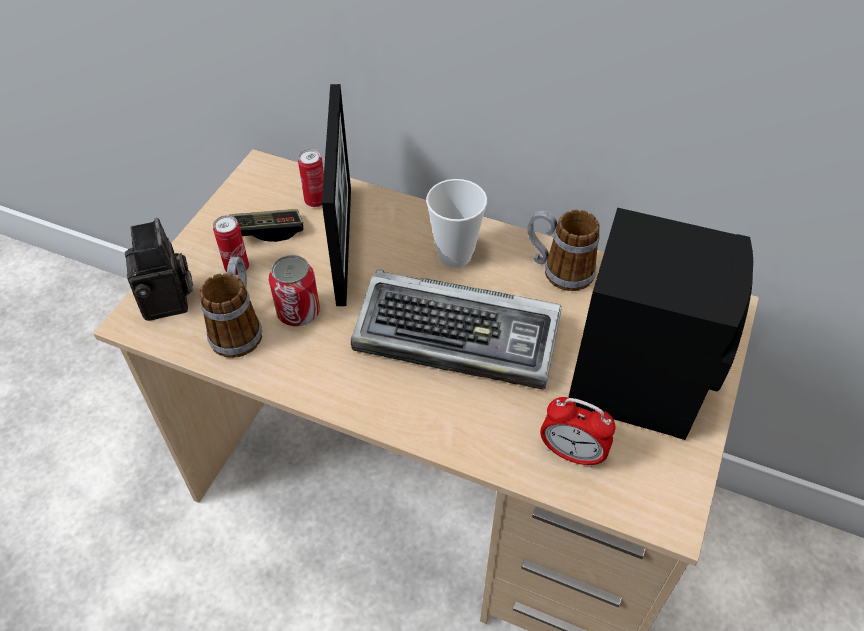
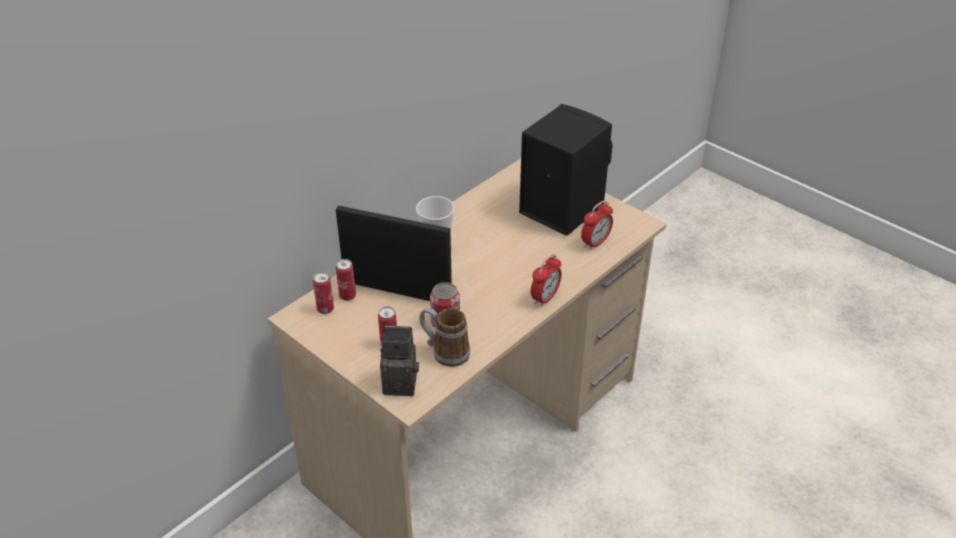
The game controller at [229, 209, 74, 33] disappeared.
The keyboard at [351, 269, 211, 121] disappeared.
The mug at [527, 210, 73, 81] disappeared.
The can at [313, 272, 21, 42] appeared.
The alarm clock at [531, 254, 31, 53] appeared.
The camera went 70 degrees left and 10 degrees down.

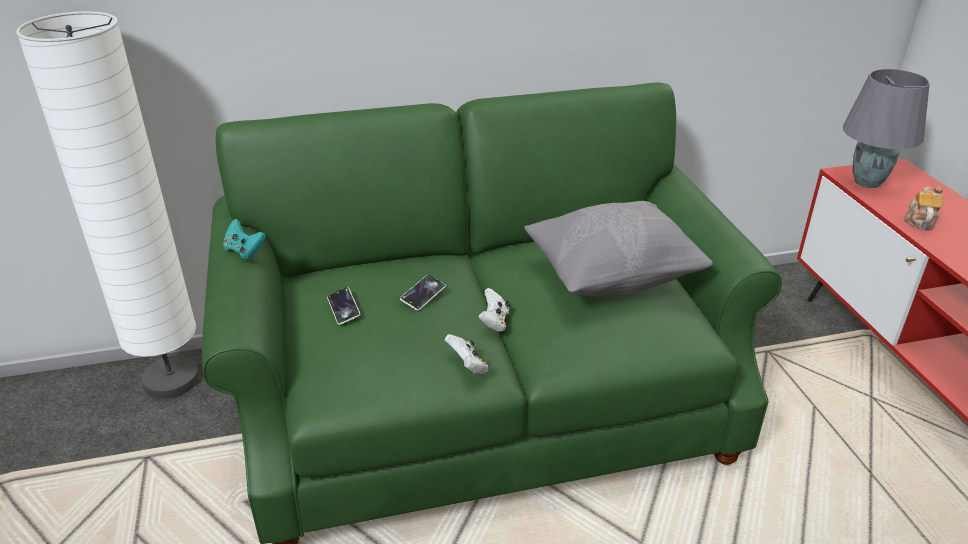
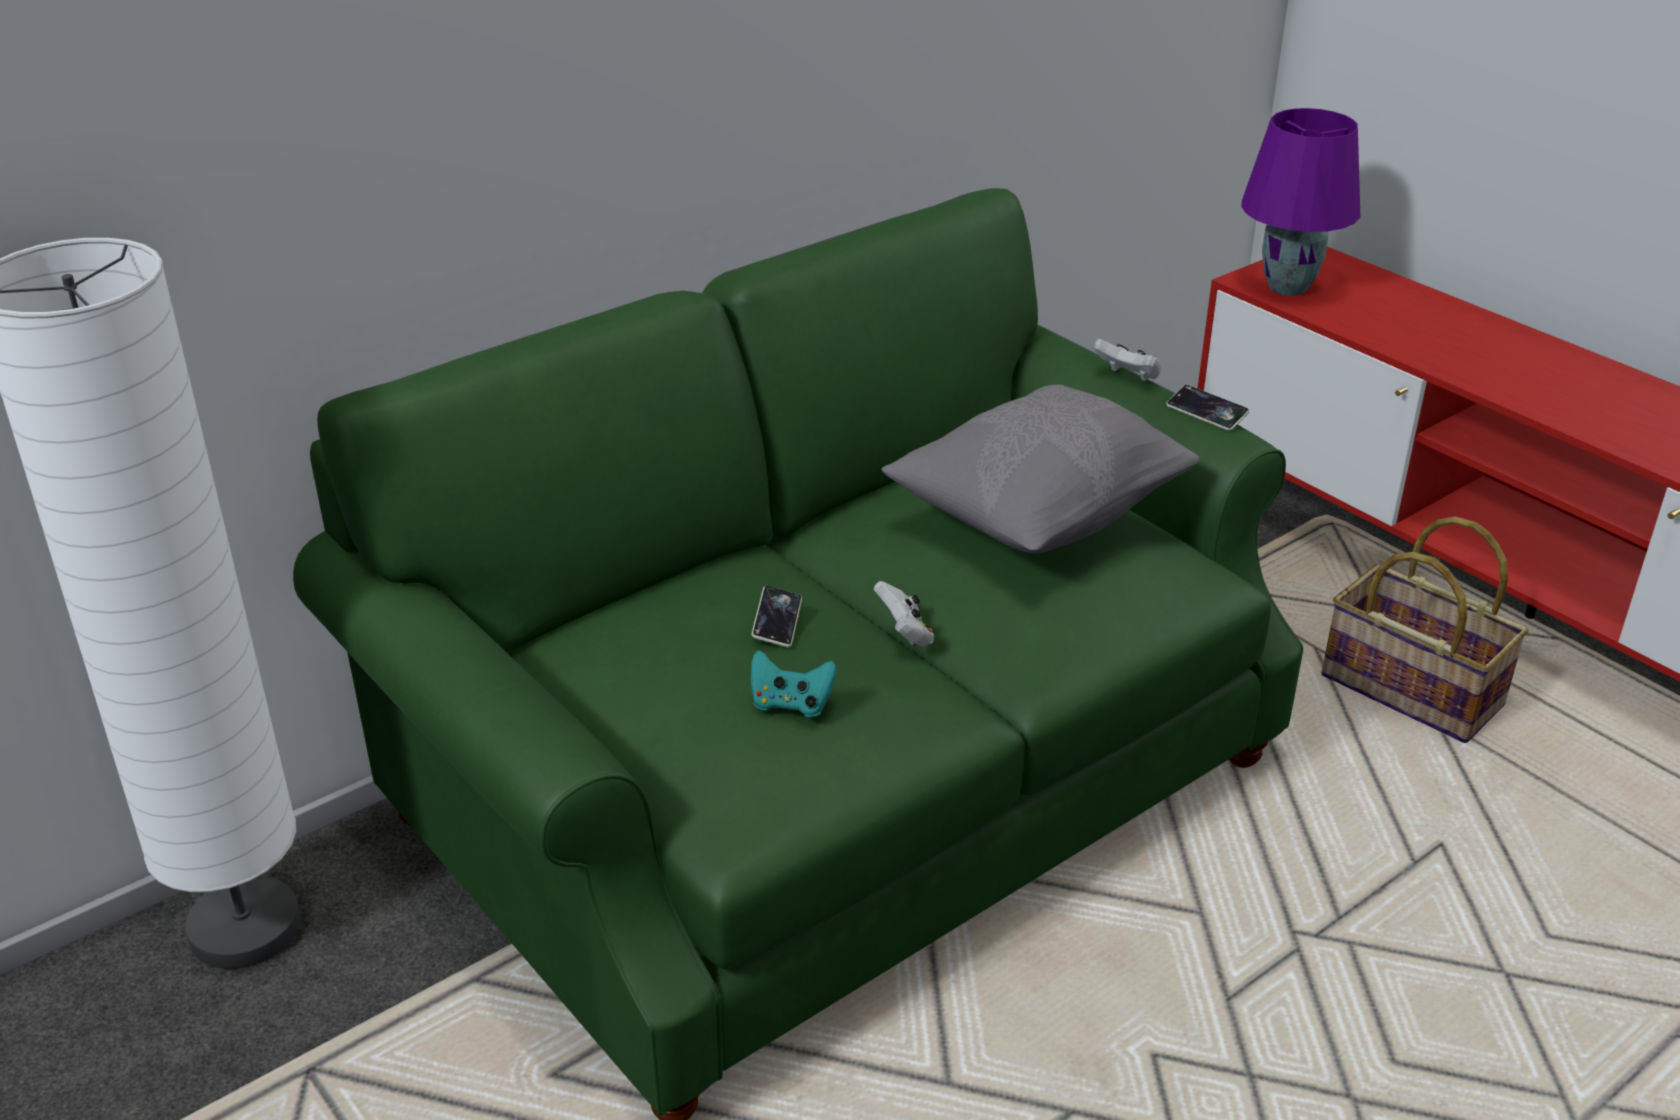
The teapot at [904, 186, 39, 44] disappeared.
The basket at [1321, 517, 208, 226] appeared.
The turquoise game controller moved from [223, 219, 43, 40] to [751, 650, 86, 67].
The phone moved from [327, 287, 34, 38] to [1166, 385, 83, 46].
The white game controller moved from [445, 334, 43, 40] to [1093, 339, 69, 42].
The grey table lamp at [843, 69, 87, 119] became the purple table lamp at [1241, 108, 119, 188].
The camera went 25 degrees left and 0 degrees up.

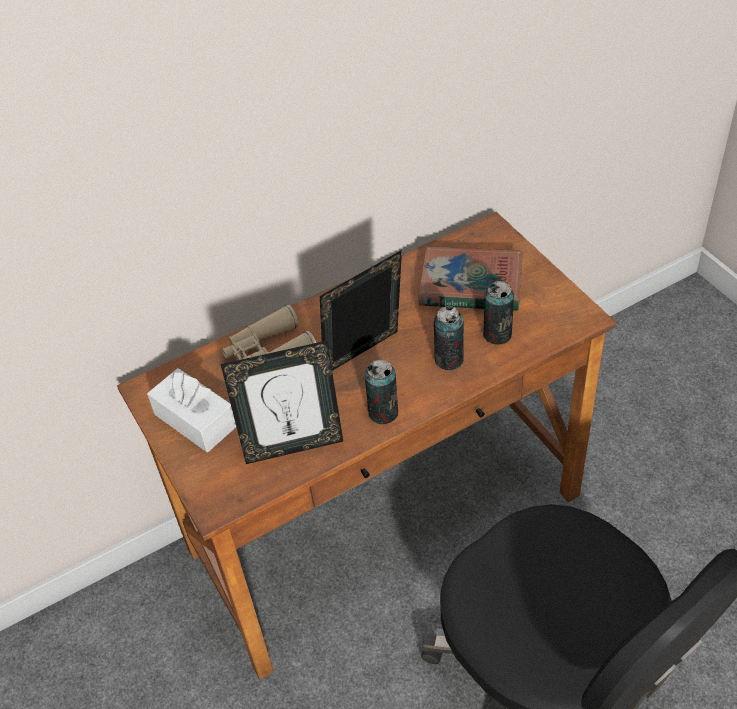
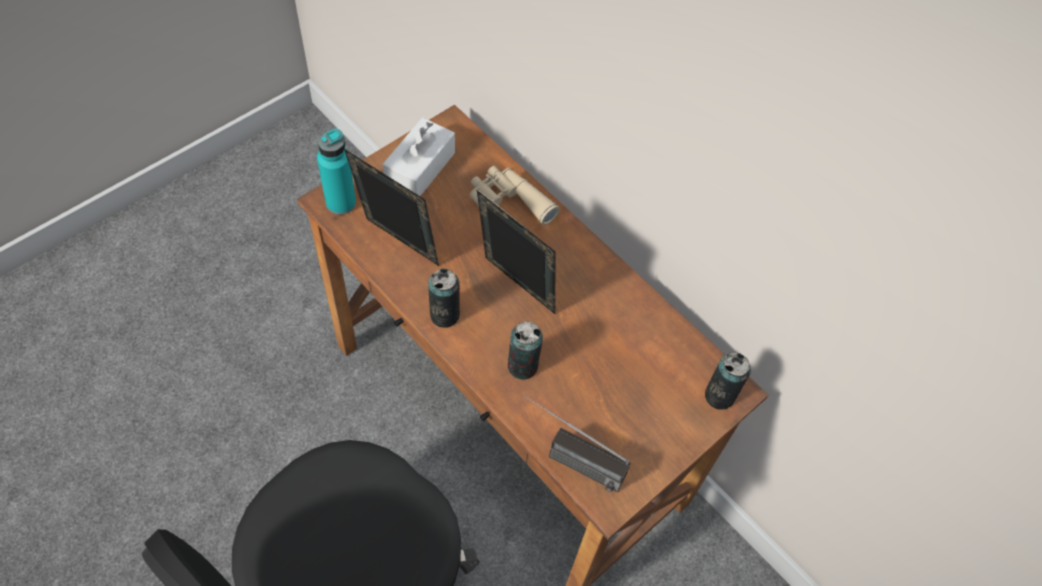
The book at [418, 246, 105, 65] disappeared.
The turquoise bottle at [317, 128, 39, 87] appeared.
The radio at [523, 395, 108, 97] appeared.
The can moved from [483, 281, 31, 64] to [705, 353, 46, 57].
The picture frame at [221, 341, 122, 123] turned 150 degrees clockwise.
The camera went 70 degrees right and 10 degrees up.

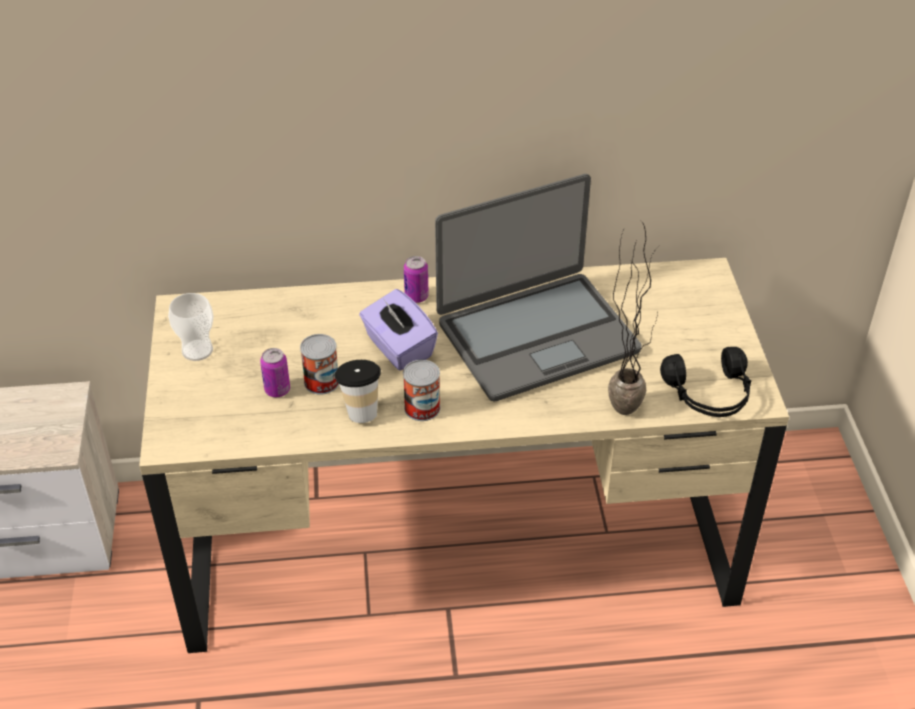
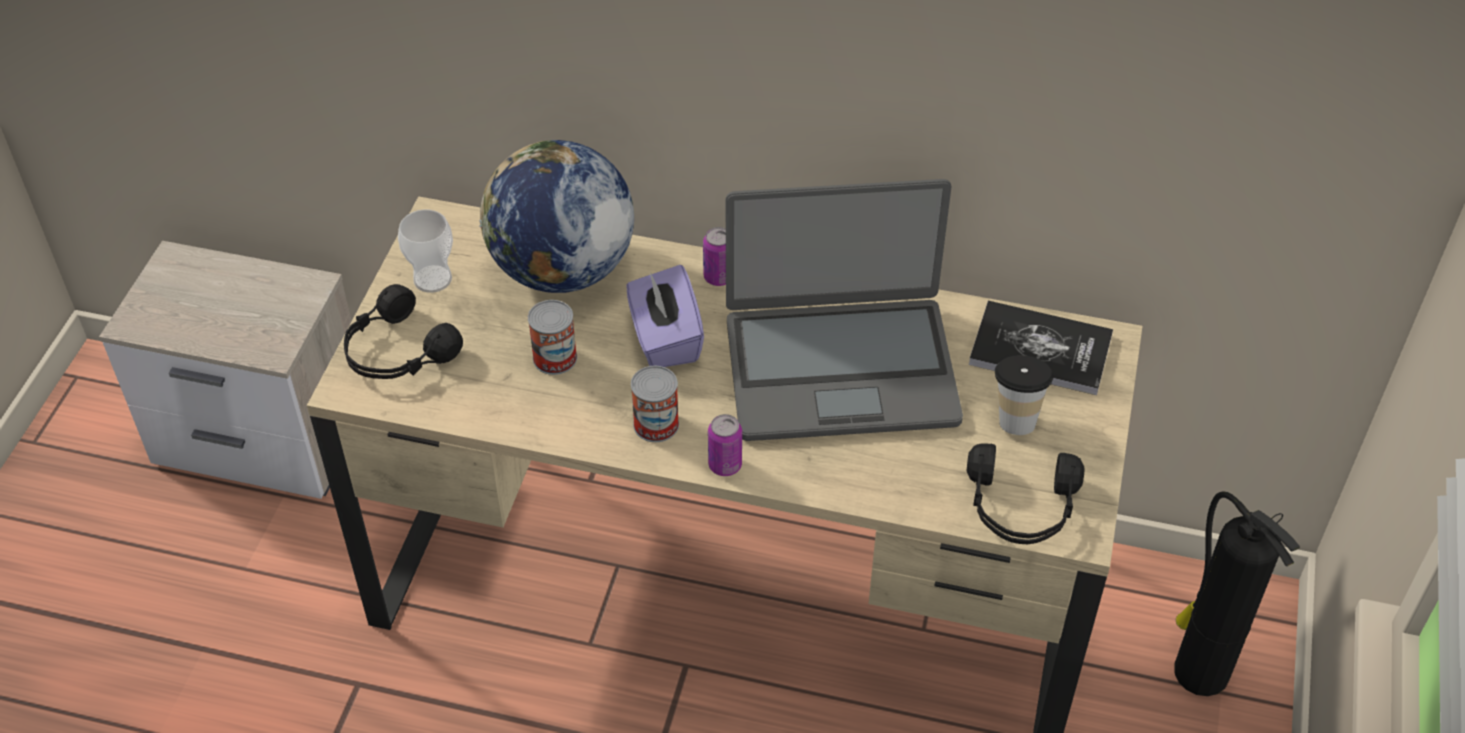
The potted plant at [608, 219, 52, 196] disappeared.
The black headphones at [344, 284, 119, 95] appeared.
The globe at [479, 140, 155, 153] appeared.
The book at [969, 301, 144, 94] appeared.
The fire extinguisher at [1174, 491, 126, 205] appeared.
The can moved from [260, 348, 30, 49] to [708, 414, 34, 62].
The cup moved from [335, 360, 46, 63] to [995, 355, 58, 80].
The camera went 20 degrees right and 5 degrees up.

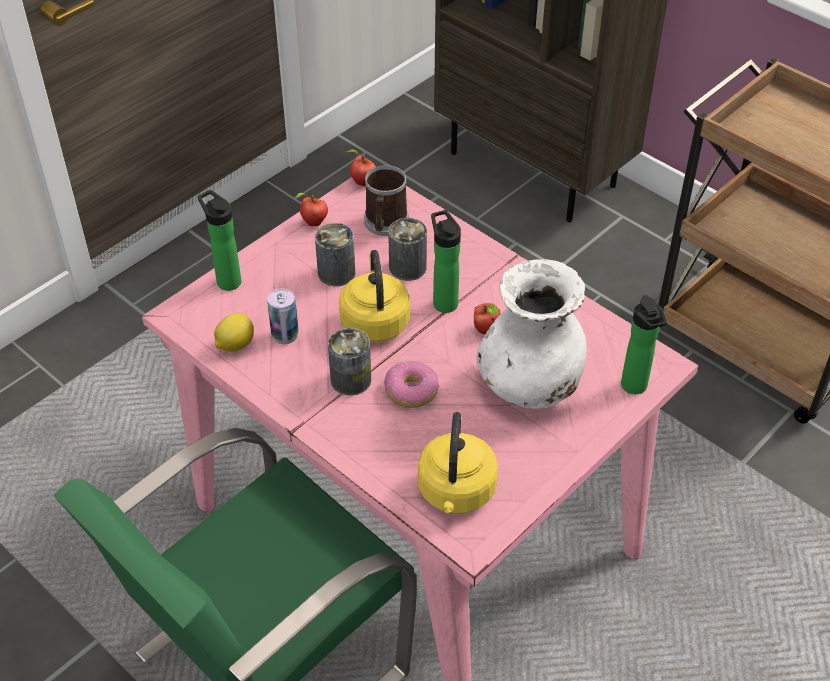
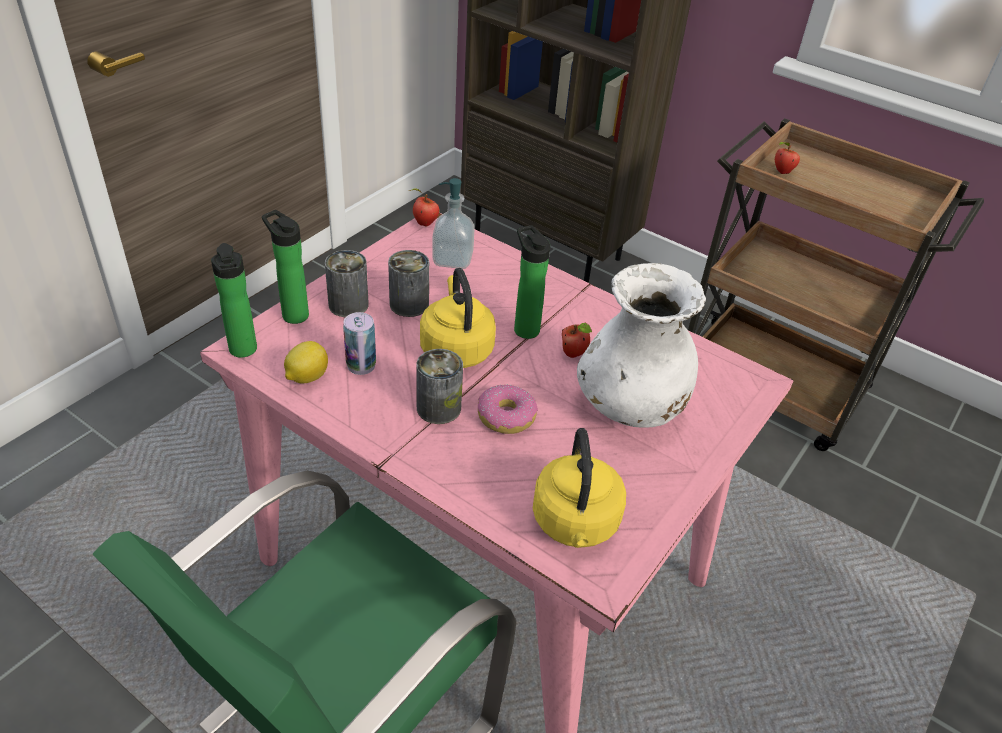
The apple moved from [295, 192, 33, 34] to [775, 142, 25, 32].
The can moved from [388, 218, 39, 63] to [325, 250, 44, 67].
The bottle moved from [621, 295, 46, 99] to [211, 243, 46, 115].
The mug at [364, 165, 45, 71] was replaced by the soap dispenser at [432, 178, 43, 91].
The camera went 10 degrees left and 5 degrees down.

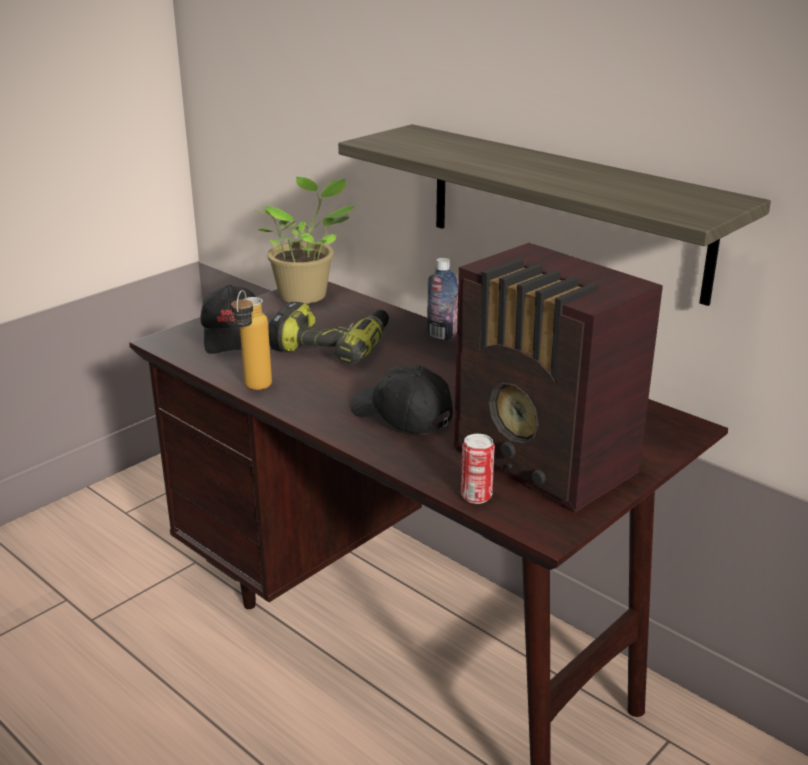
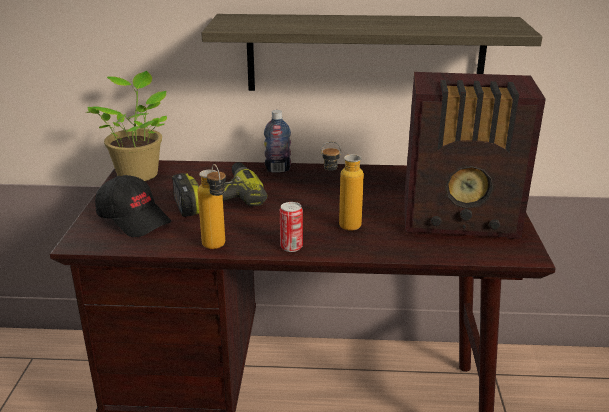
The can moved from [461, 434, 34, 70] to [280, 202, 23, 50].
The black cap at [351, 365, 102, 69] was replaced by the bottle at [321, 141, 43, 90].
The camera went 40 degrees left and 0 degrees up.

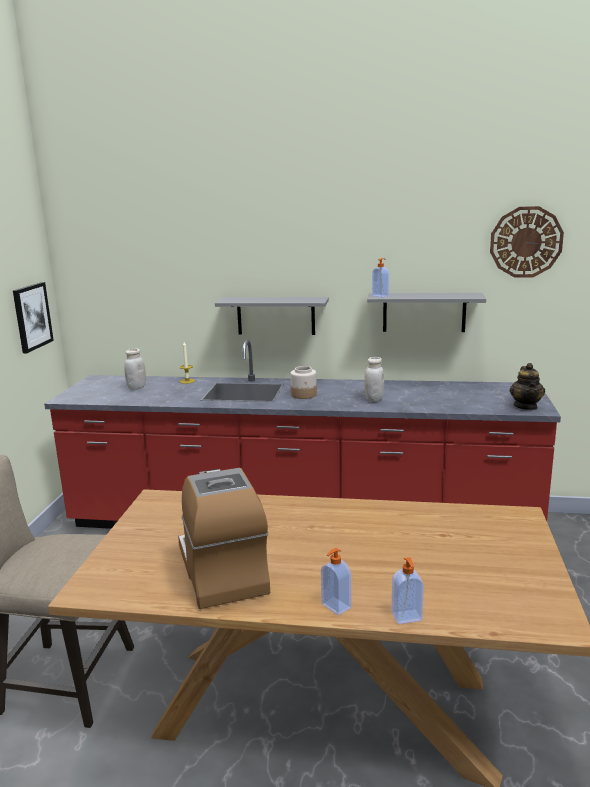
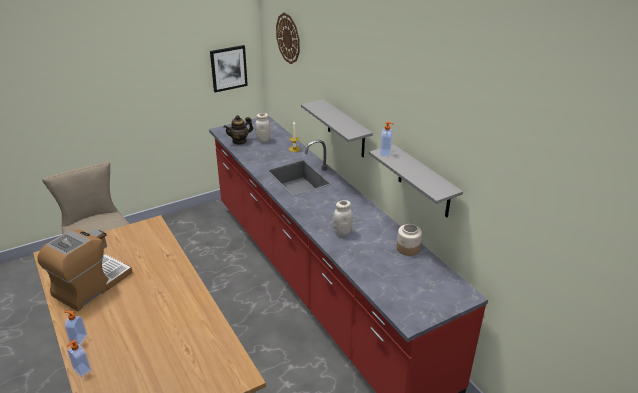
The jar moved from [290, 366, 27, 33] to [397, 224, 25, 32].
The wall clock moved from [490, 206, 74, 71] to [276, 13, 24, 51].
The teapot moved from [509, 363, 36, 47] to [224, 115, 29, 30].
The camera went 50 degrees right and 15 degrees up.

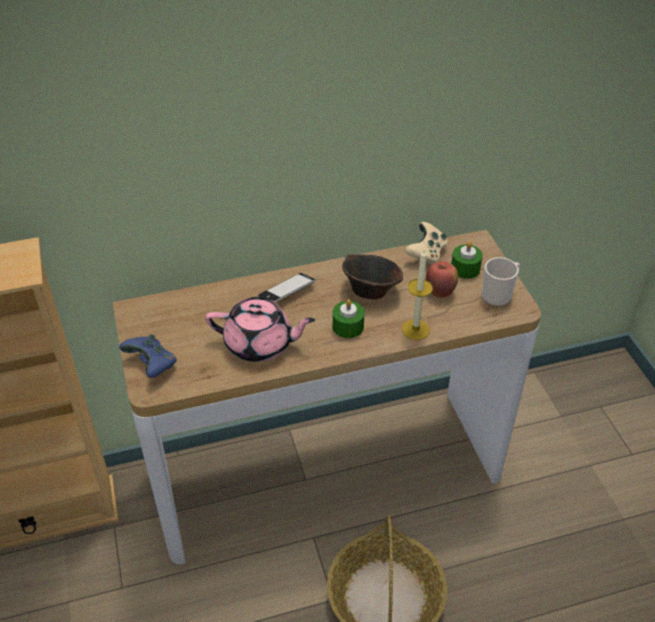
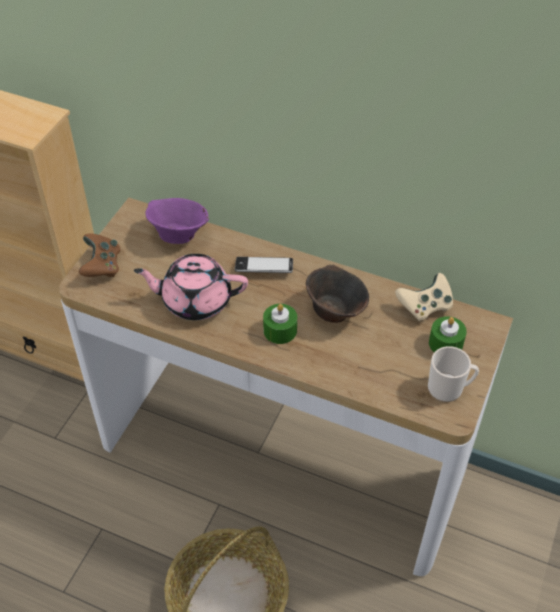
The candle at [402, 248, 31, 92] disappeared.
The apple at [426, 261, 32, 37] disappeared.
The purple bowl at [145, 198, 64, 46] appeared.
The blue game controller at [119, 334, 58, 44] became the brown game controller at [79, 234, 42, 43].
The pink teapot at [206, 297, 109, 65] turned 135 degrees clockwise.
The camera went 40 degrees right and 5 degrees up.

